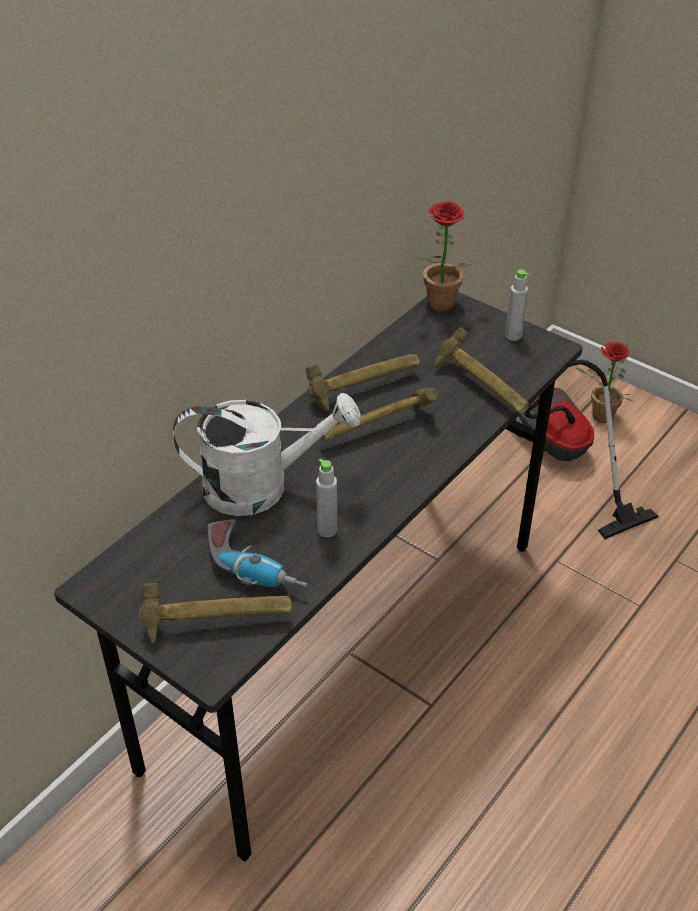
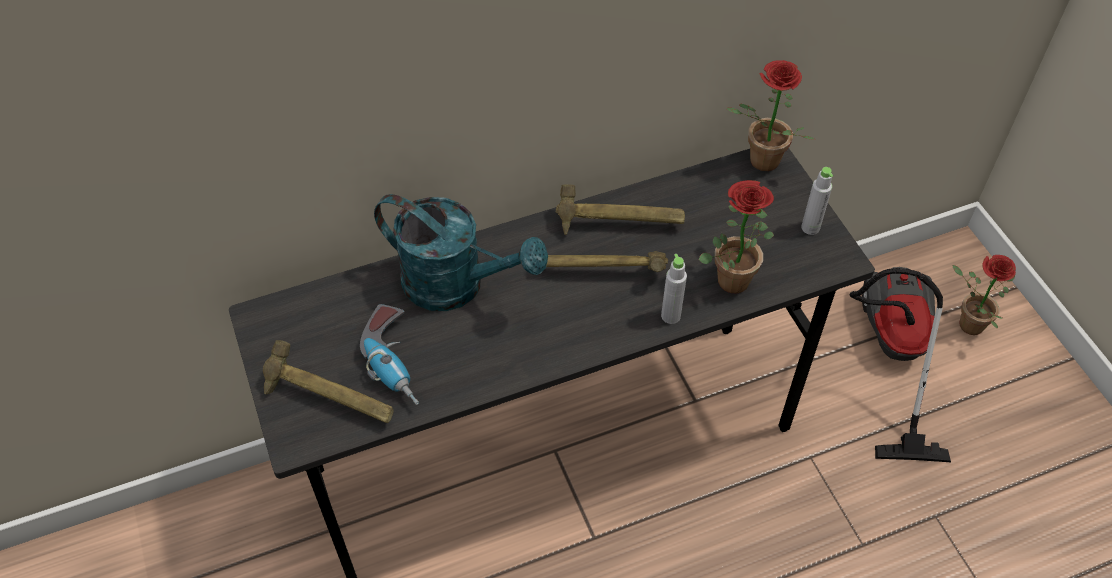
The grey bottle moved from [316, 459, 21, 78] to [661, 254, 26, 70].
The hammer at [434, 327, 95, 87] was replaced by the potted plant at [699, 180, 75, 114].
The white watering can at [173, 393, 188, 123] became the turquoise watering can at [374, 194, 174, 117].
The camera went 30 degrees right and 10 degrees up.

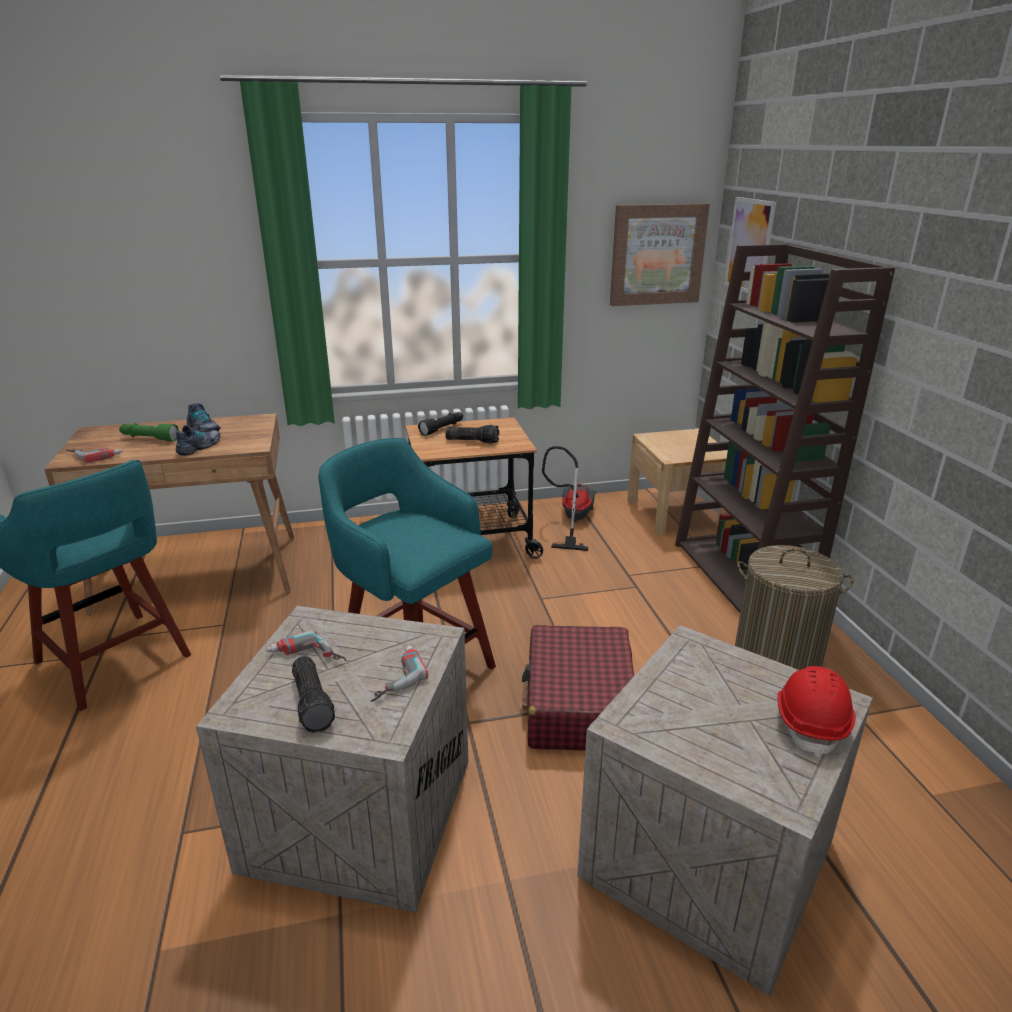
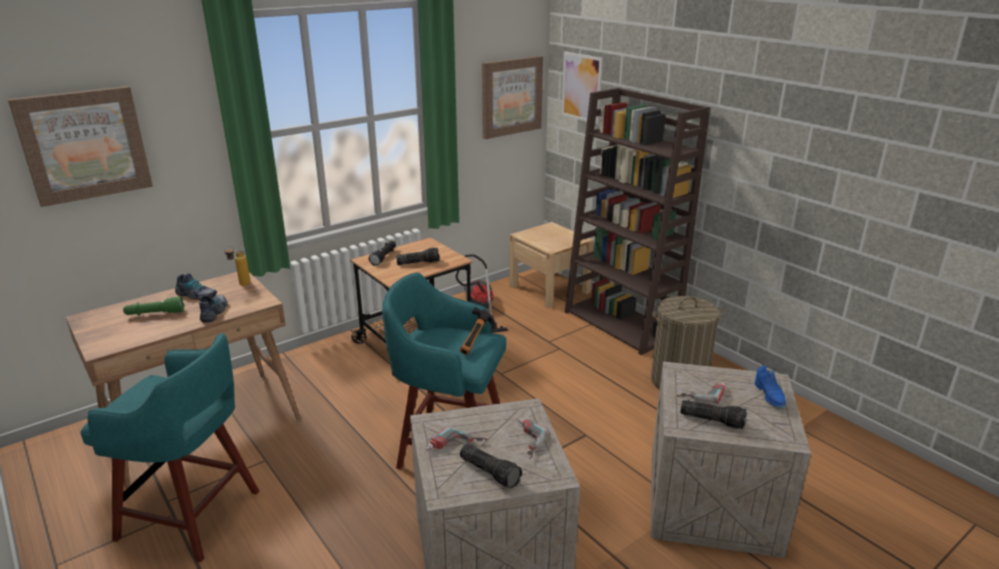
The red suitcase at [522, 625, 112, 126] disappeared.
The picture at [8, 86, 145, 121] appeared.
The bottle at [225, 246, 26, 40] appeared.
The hammer at [460, 307, 36, 48] appeared.
The flashlight at [680, 400, 67, 29] appeared.
The power drill moved from [67, 448, 55, 15] to [676, 383, 49, 21].
The red hard hat at [777, 666, 79, 91] was replaced by the blue shoe at [755, 365, 31, 43].
The camera went 25 degrees left and 0 degrees up.

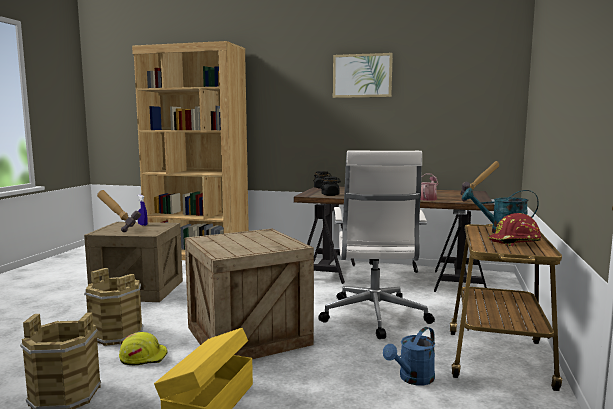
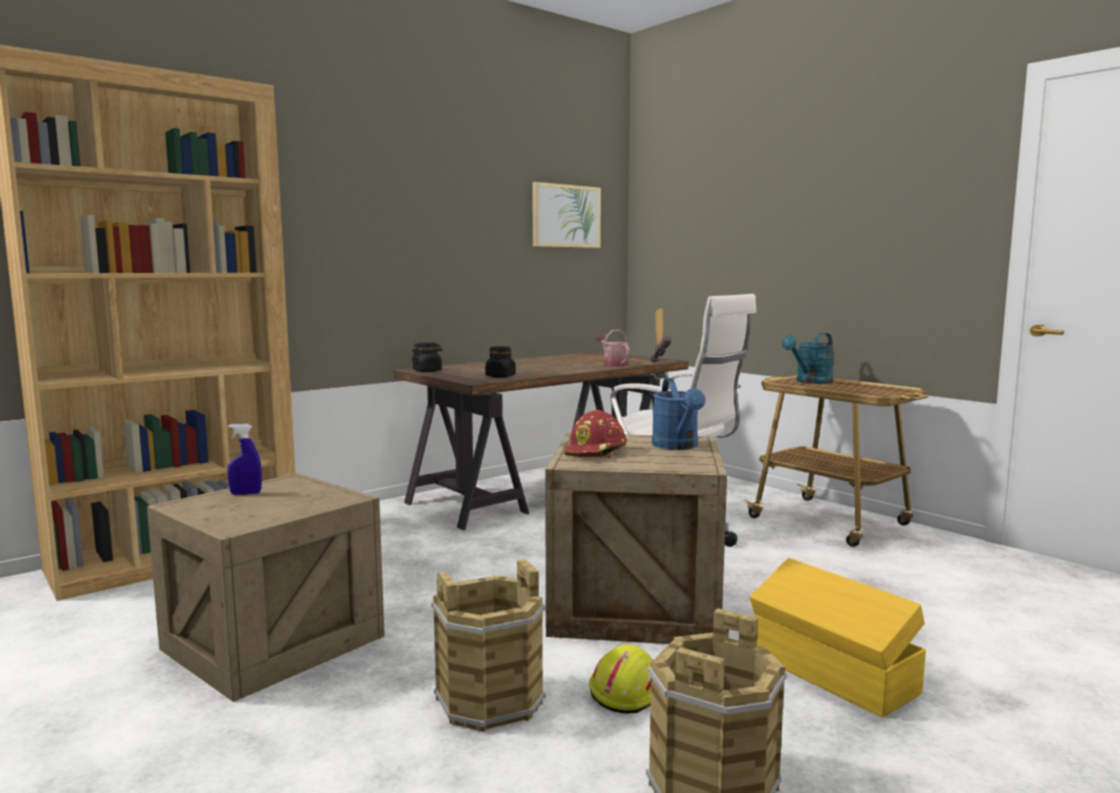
The hammer at [97, 190, 44, 42] disappeared.
The picture moved from [333, 53, 60, 45] to [532, 182, 69, 66].
The blue watering can moved from [383, 327, 52, 58] to [652, 378, 54, 72].
The red hard hat moved from [488, 213, 53, 33] to [564, 410, 63, 48].
The camera went 55 degrees left and 0 degrees up.

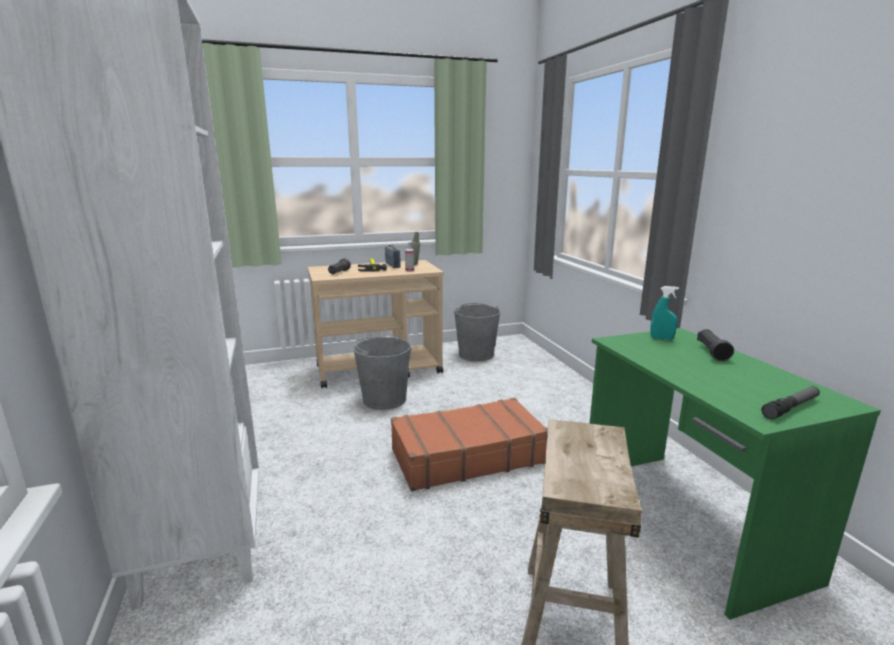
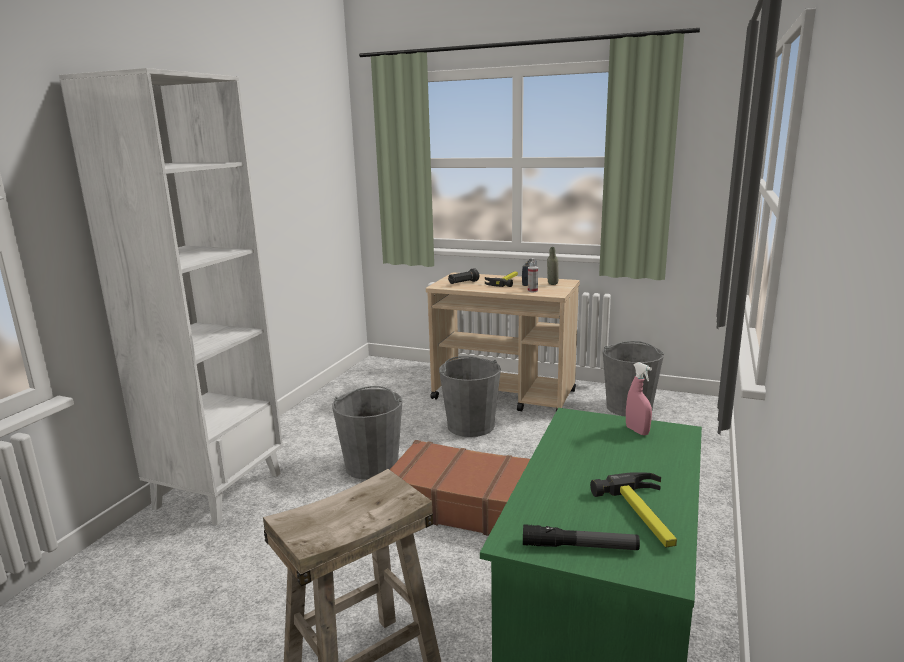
The black flashlight at [697, 329, 37, 32] disappeared.
The grey bucket at [332, 386, 71, 94] appeared.
The hammer at [590, 472, 87, 75] appeared.
The turquoise spray bottle at [650, 286, 29, 54] became the pink spray bottle at [626, 362, 26, 74].
The camera went 40 degrees right and 0 degrees up.

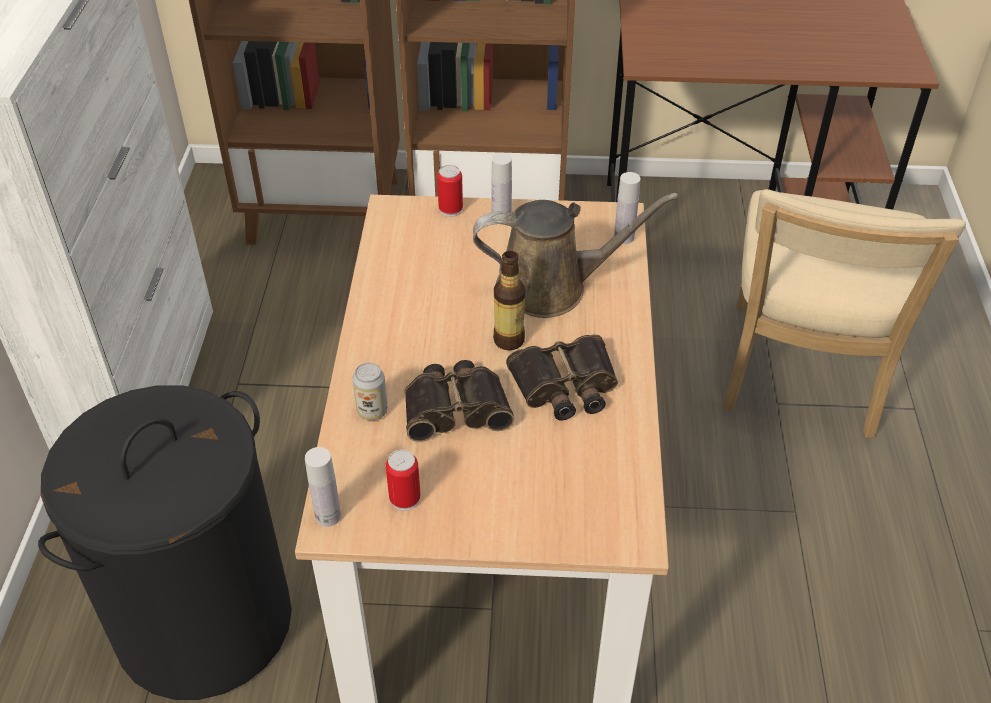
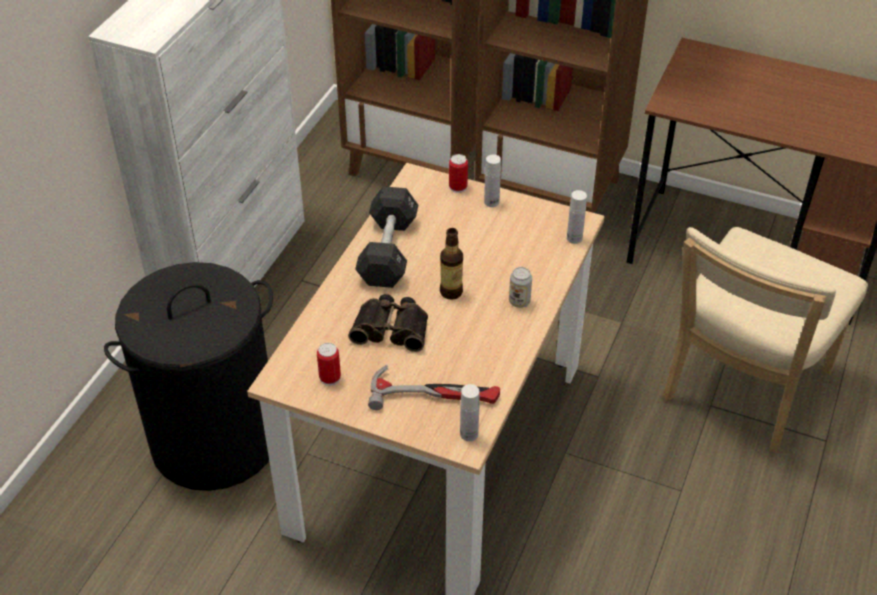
The brown watering can at [473, 193, 205, 125] disappeared.
The binoculars at [506, 335, 112, 86] disappeared.
The black dumbbell at [355, 186, 63, 102] appeared.
The hammer at [368, 365, 132, 45] appeared.
The white bottle moved from [305, 447, 36, 80] to [460, 384, 20, 57].
The can moved from [353, 363, 35, 57] to [509, 267, 23, 41].
The camera went 20 degrees right and 0 degrees up.

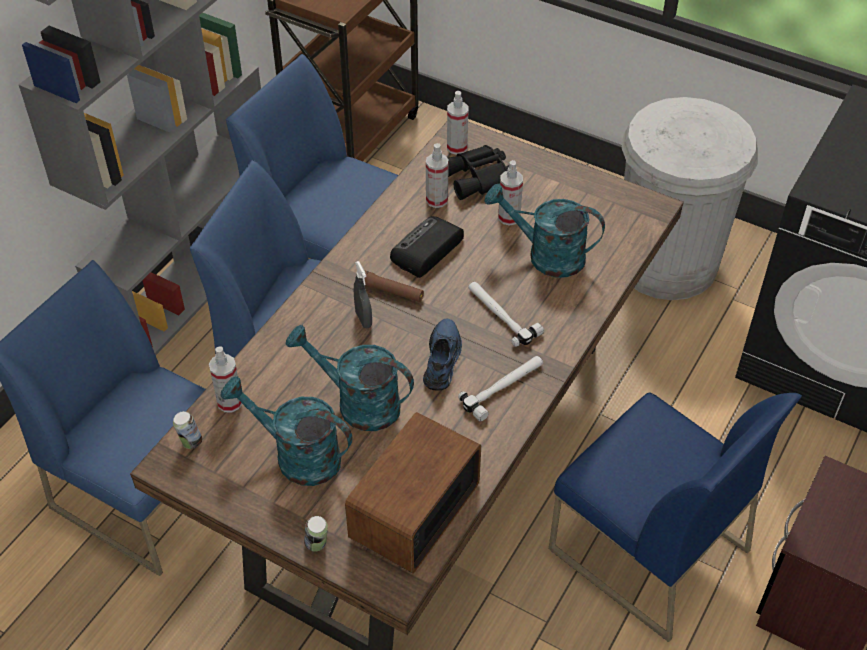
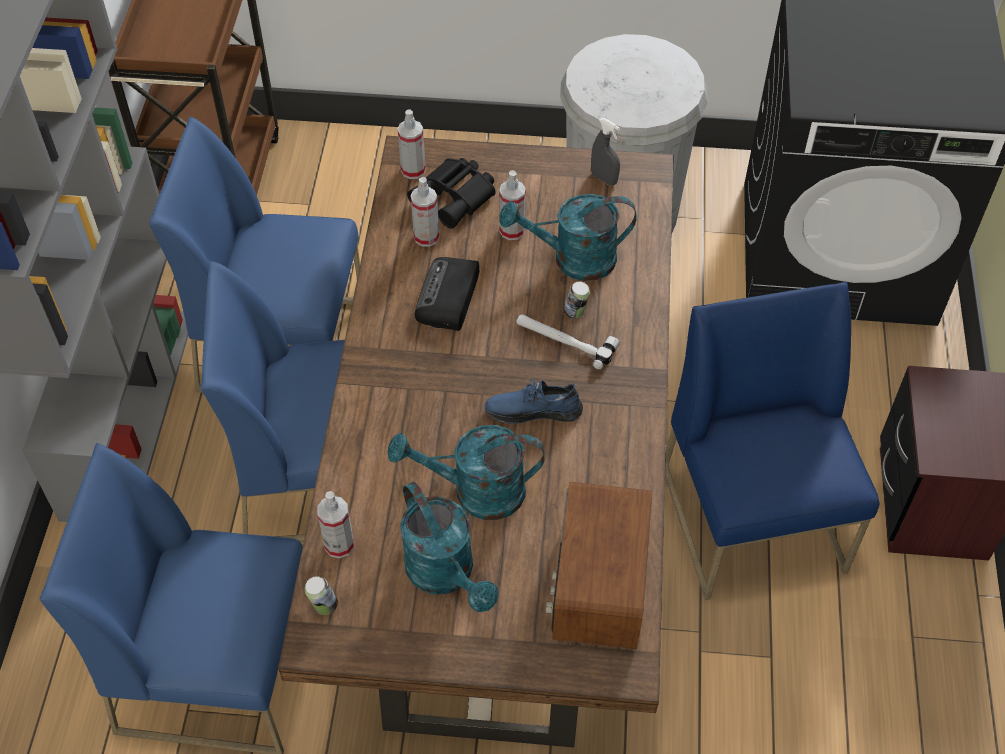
The brown flashlight at [364, 270, 60, 32] disappeared.
The hammer at [458, 356, 85, 65] disappeared.
The can moved from [304, 516, 24, 35] to [563, 281, 27, 37].
The grey spray bottle moved from [354, 261, 18, 67] to [591, 118, 29, 67].
The turquoise watering can at [220, 376, 132, 110] turned 120 degrees counterclockwise.
The blue shoe at [423, 319, 39, 72] turned 75 degrees counterclockwise.
The blue chair at [549, 393, 253, 249] turned 120 degrees counterclockwise.
The camera went 25 degrees left and 5 degrees up.

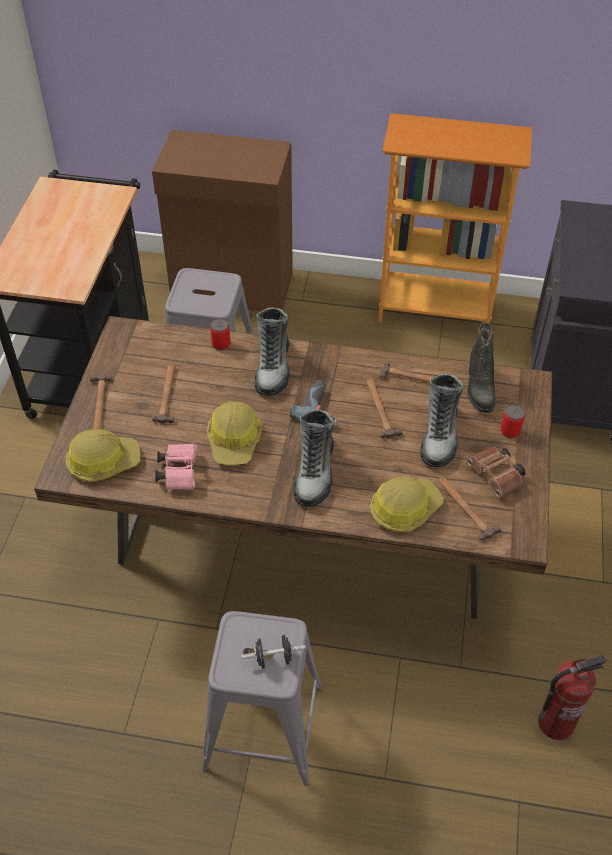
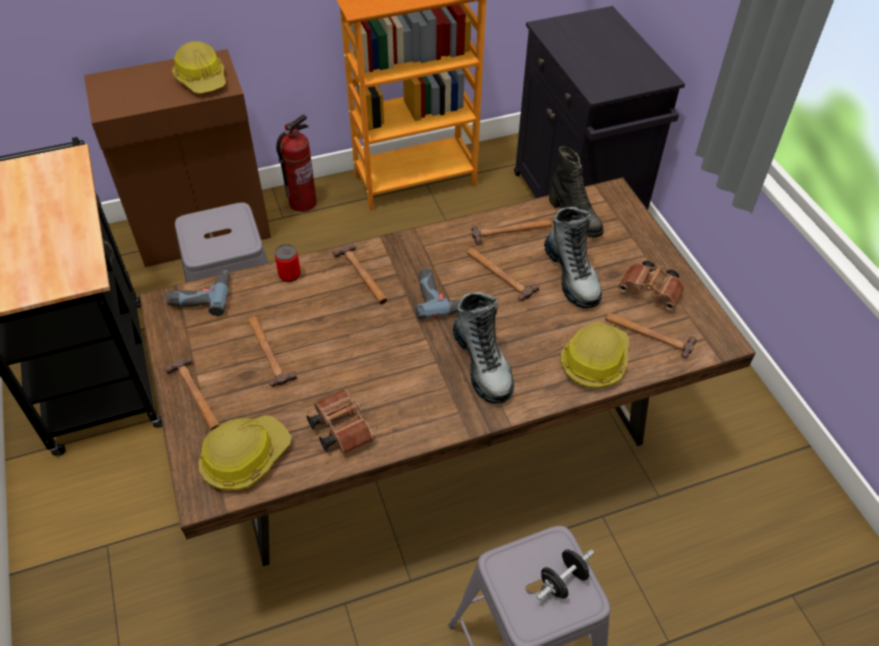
The can at [501, 404, 24, 34] disappeared.
The power drill at [166, 270, 64, 46] appeared.
The hard hat moved from [207, 402, 55, 63] to [172, 41, 54, 53].
The fire extinguisher moved from [538, 655, 69, 85] to [276, 114, 41, 98].
The boot at [255, 307, 35, 89] was replaced by the hammer at [332, 244, 55, 60].
The pink binoculars at [155, 444, 43, 46] became the brown binoculars at [307, 389, 68, 65].
The camera went 30 degrees left and 0 degrees up.

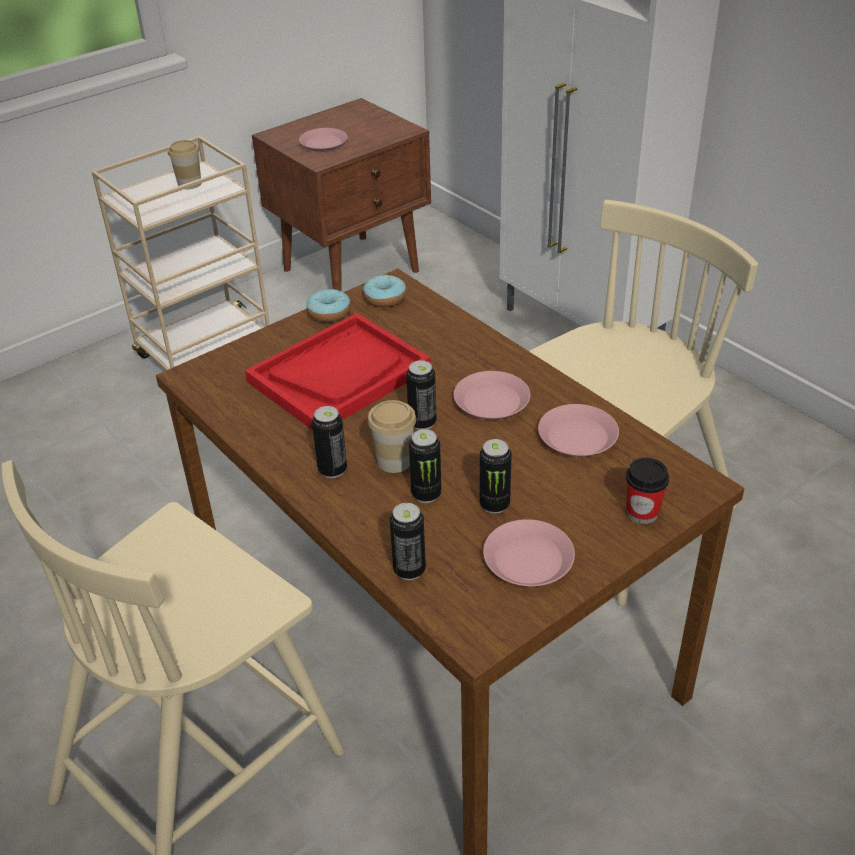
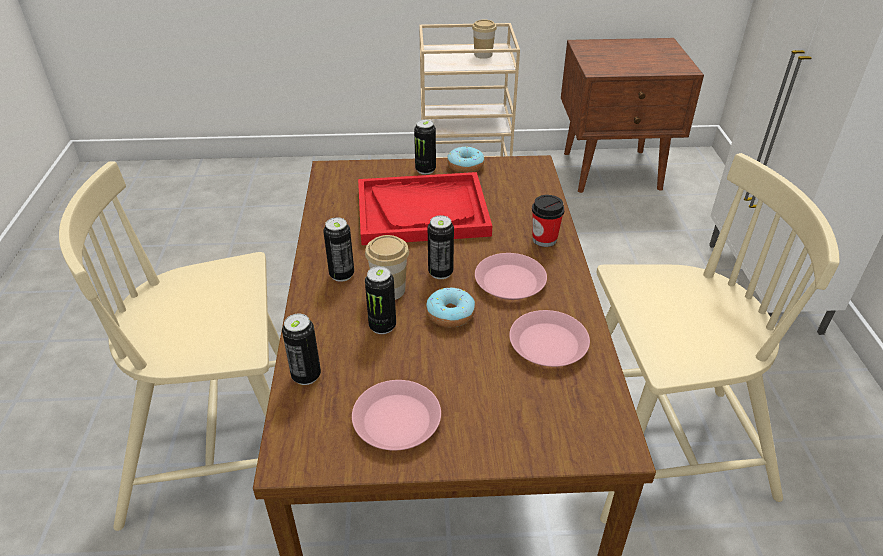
The pink plate at [299, 128, 49, 24] disappeared.
The donut moved from [363, 275, 43, 32] to [426, 288, 49, 40].
The can moved from [480, 439, 32, 75] to [414, 119, 22, 56].
The cup moved from [626, 458, 43, 66] to [532, 195, 33, 52].
The camera went 35 degrees right and 0 degrees up.

